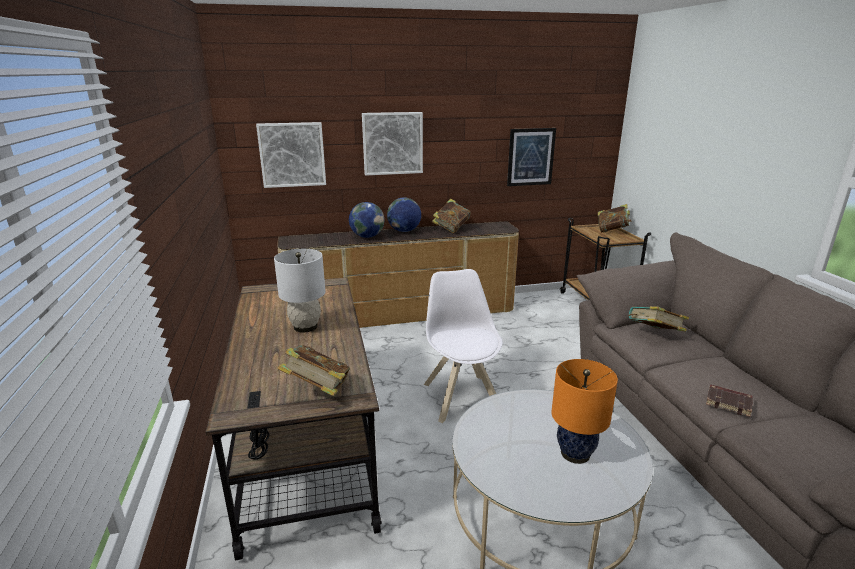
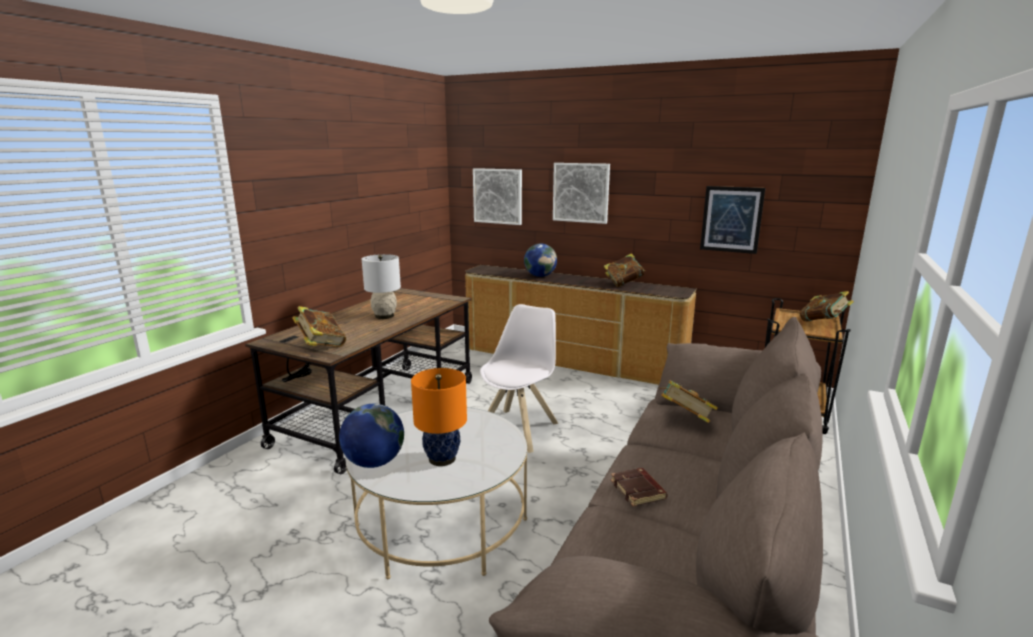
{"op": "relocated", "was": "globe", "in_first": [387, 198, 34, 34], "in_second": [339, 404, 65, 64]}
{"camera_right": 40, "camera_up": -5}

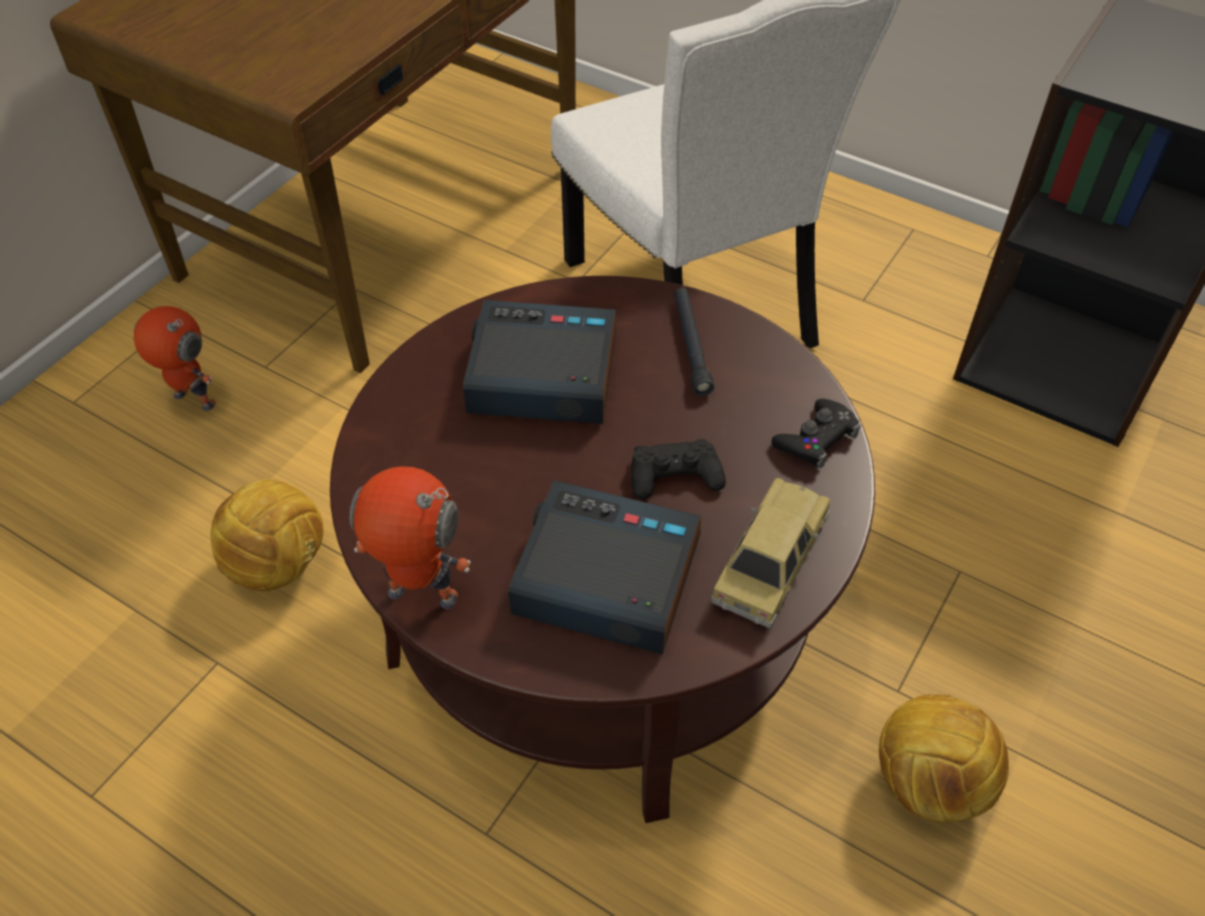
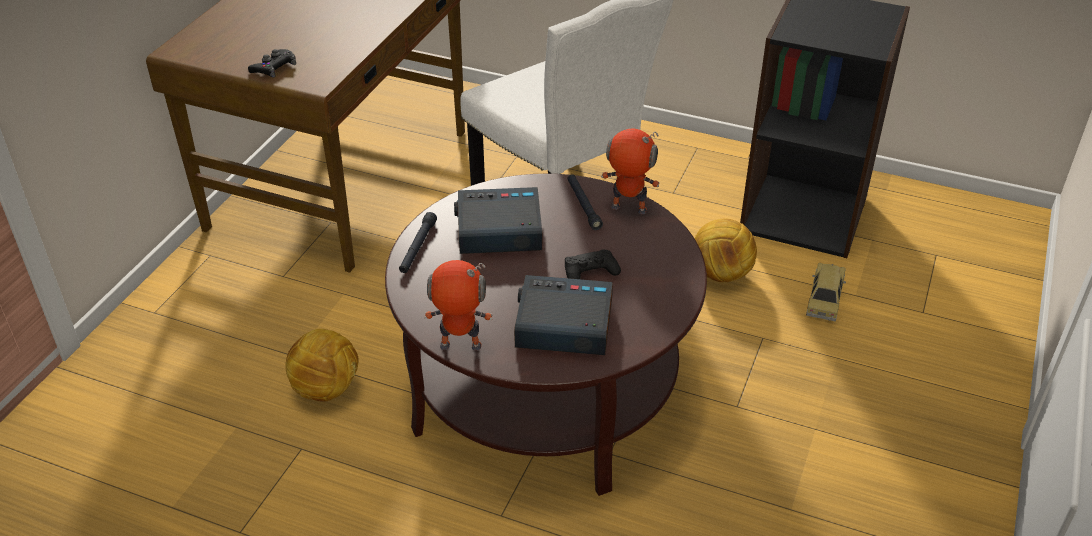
{"op": "relocated", "was": "toy robot", "in_first": [134, 306, 82, 105], "in_second": [601, 128, 59, 86]}
{"op": "relocated", "was": "black game controller", "in_first": [771, 399, 90, 69], "in_second": [248, 49, 48, 29]}
{"op": "relocated", "was": "toy car", "in_first": [711, 478, 119, 150], "in_second": [806, 263, 40, 58]}
{"op": "relocated", "was": "football", "in_first": [879, 694, 130, 129], "in_second": [695, 219, 62, 63]}
{"op": "appeared", "now": "black flashlight", "in_second": [399, 212, 38, 61]}
{"camera_right": -10, "camera_up": -10}

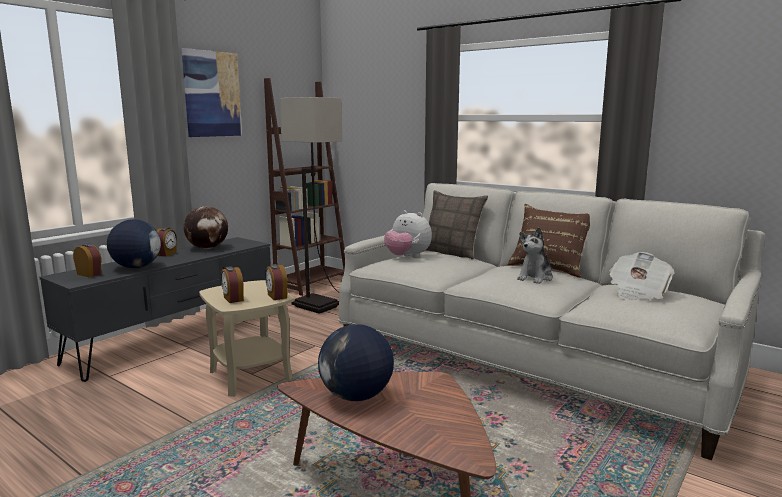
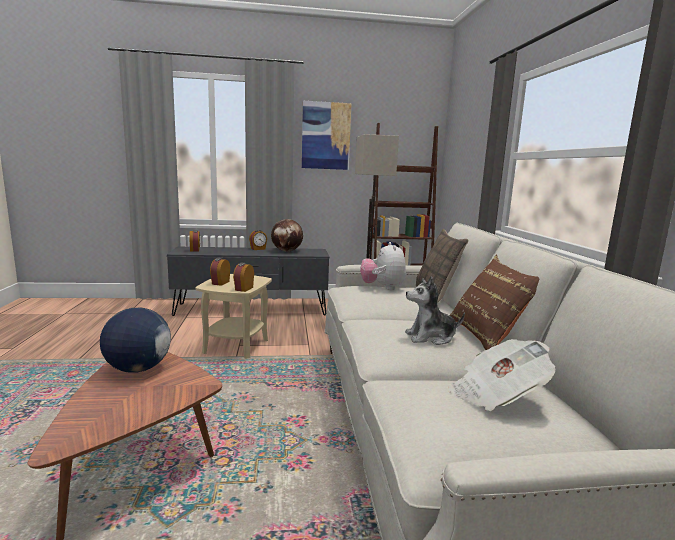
{"op": "missing", "was": "globe", "in_first": [107, 219, 54, 49]}
{"camera_right": 45, "camera_up": 0}

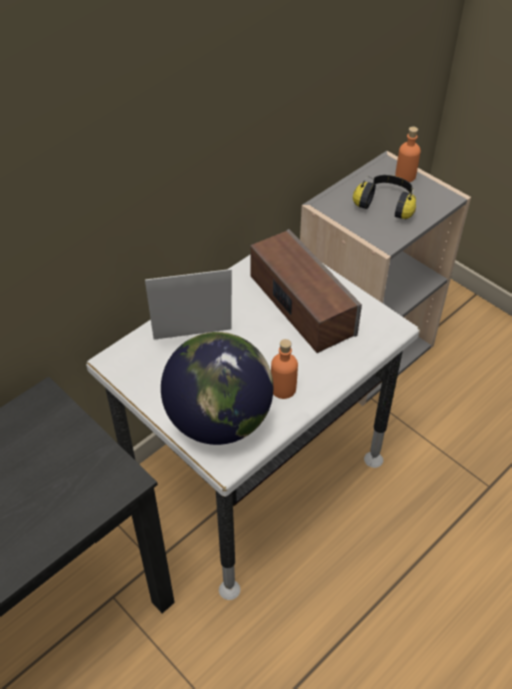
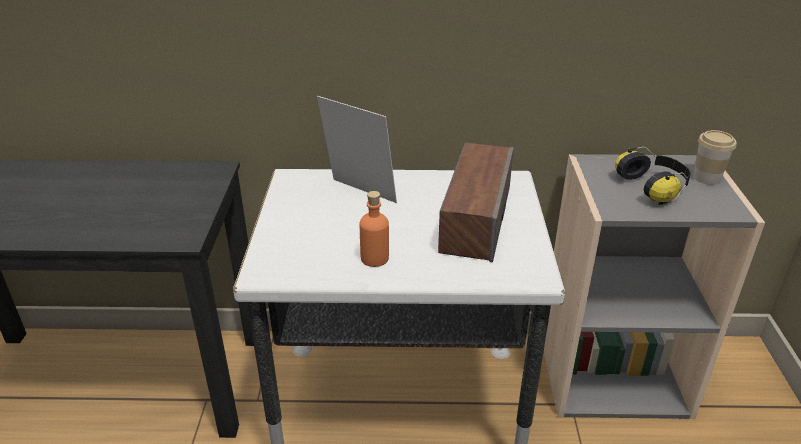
{"op": "exchanged", "was": "orange bottle", "now": "cup", "in_first": [395, 127, 26, 55], "in_second": [693, 130, 44, 55]}
{"op": "missing", "was": "globe", "in_first": [161, 332, 112, 113]}
{"camera_right": 45, "camera_up": -15}

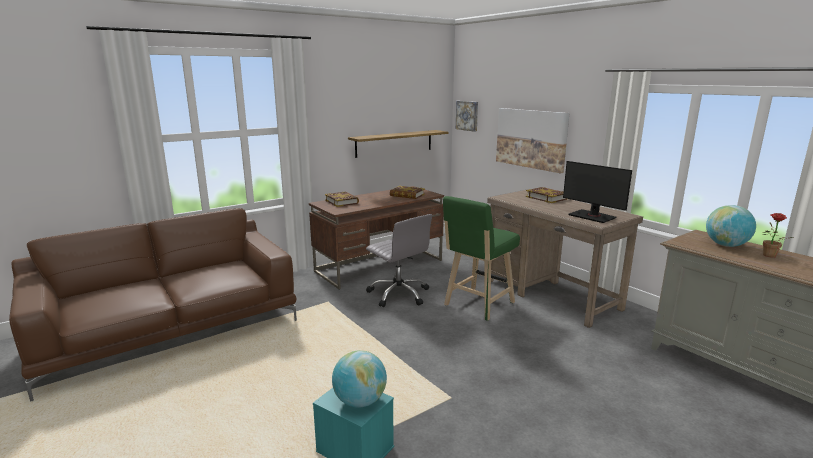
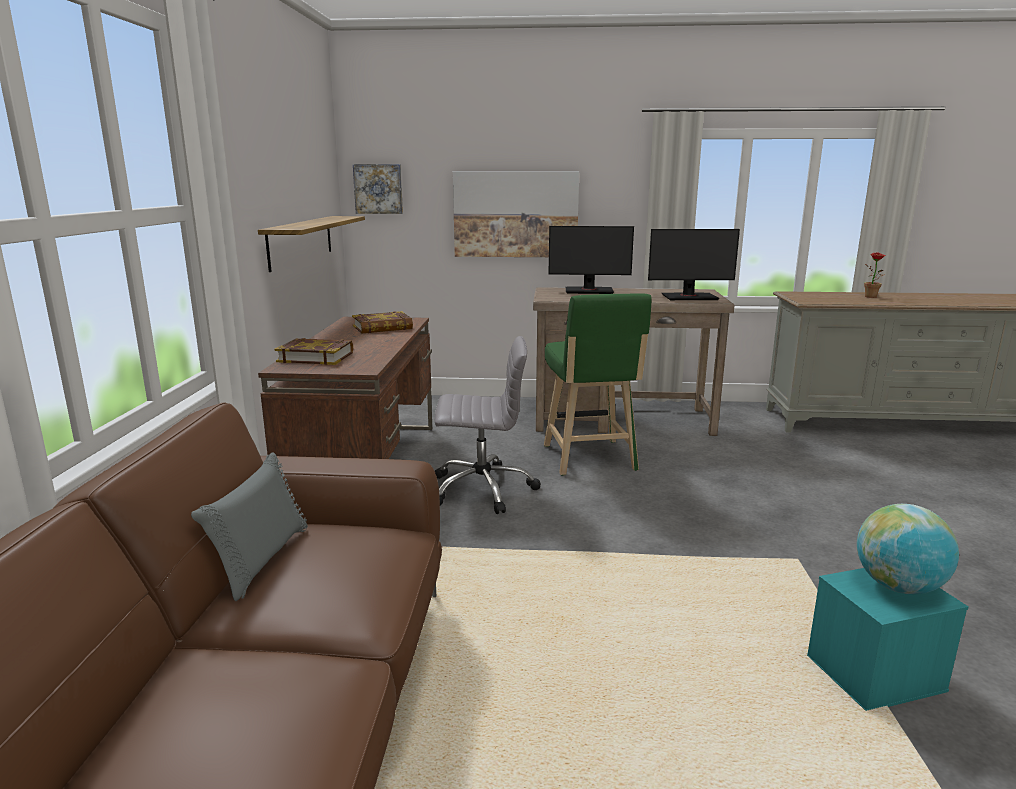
{"op": "exchanged", "was": "book", "now": "monitor", "in_first": [526, 187, 41, 16], "in_second": [548, 226, 86, 68]}
{"op": "missing", "was": "globe", "in_first": [706, 205, 50, 42]}
{"op": "appeared", "now": "grey pillow", "in_second": [191, 452, 117, 149]}
{"camera_right": -50, "camera_up": 0}

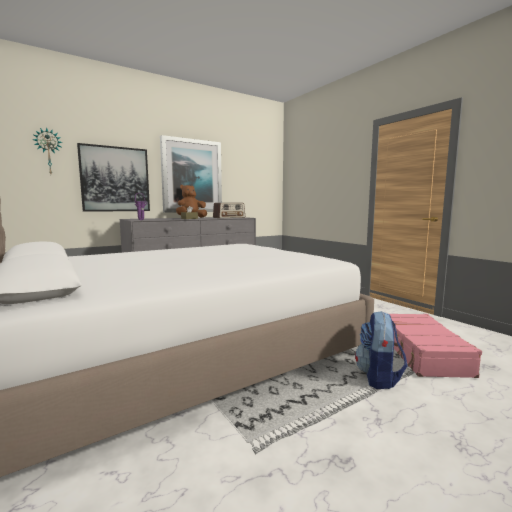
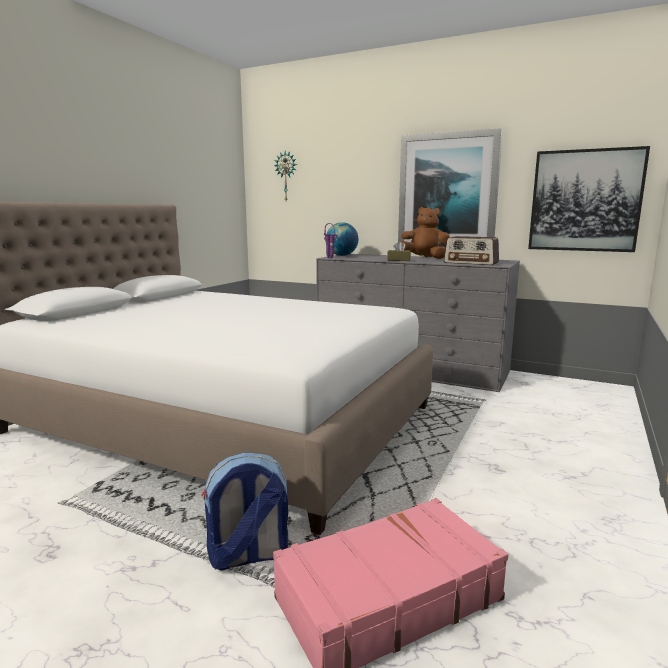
{"op": "relocated", "was": "picture", "in_first": [77, 143, 73, 69], "in_second": [528, 146, 122, 106]}
{"op": "appeared", "now": "globe", "in_second": [327, 222, 31, 34]}
{"camera_right": 60, "camera_up": 5}

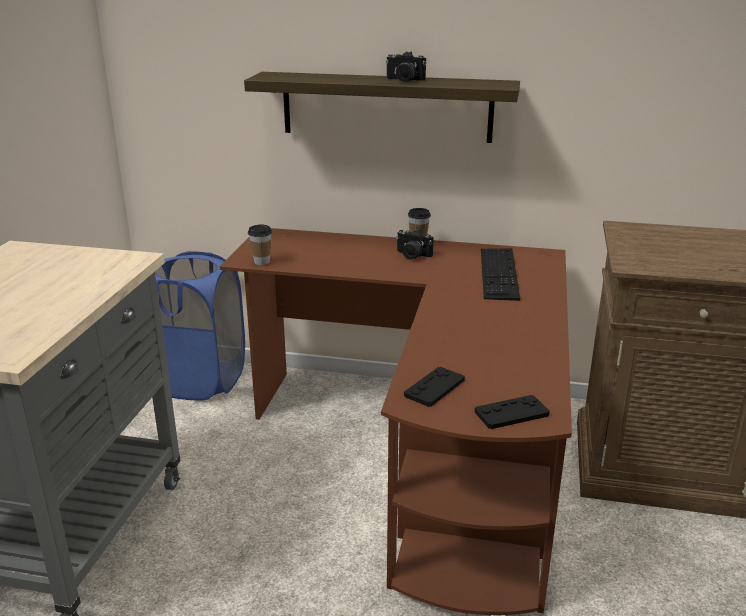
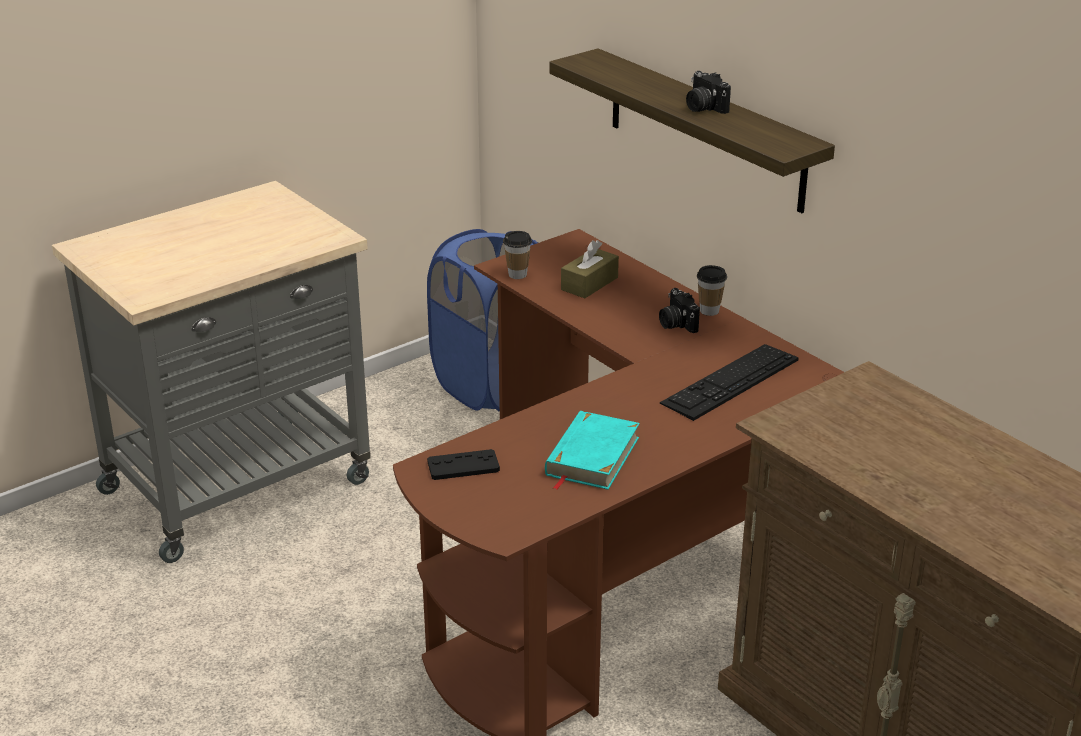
{"op": "missing", "was": "black game controller", "in_first": [475, 395, 75, 34]}
{"op": "appeared", "now": "brown tissue box", "in_second": [561, 240, 58, 58]}
{"op": "appeared", "now": "turquoise book", "in_second": [545, 411, 95, 79]}
{"camera_right": 40, "camera_up": 5}

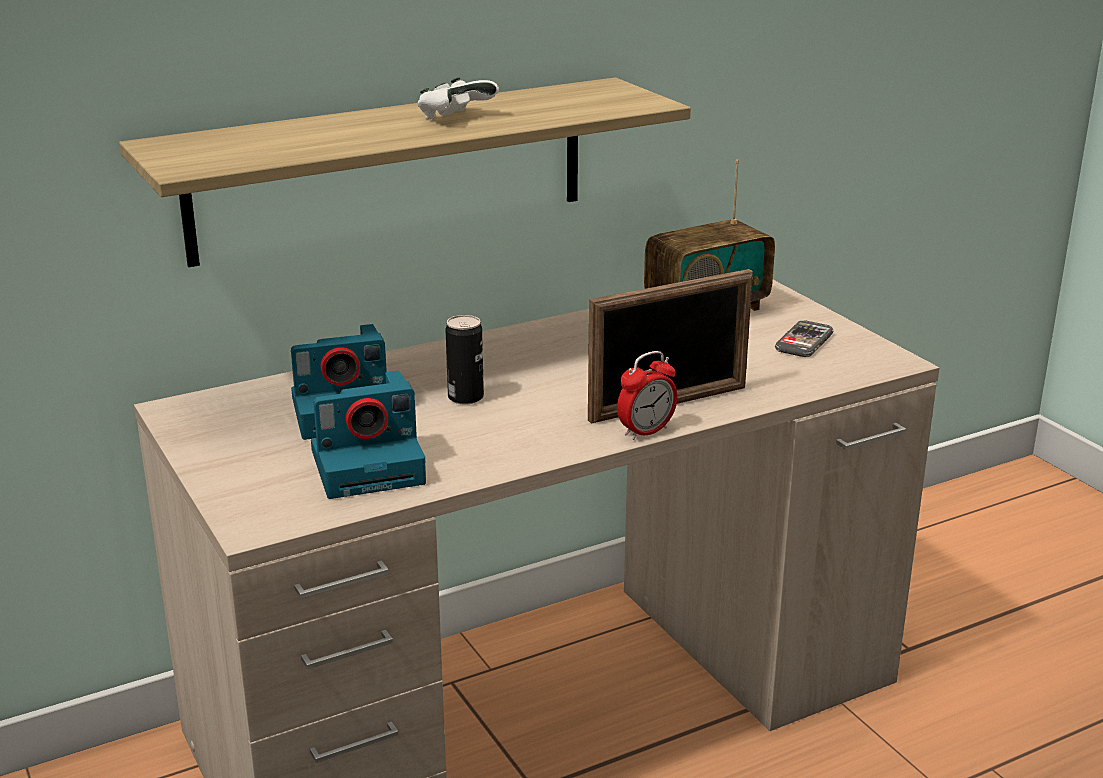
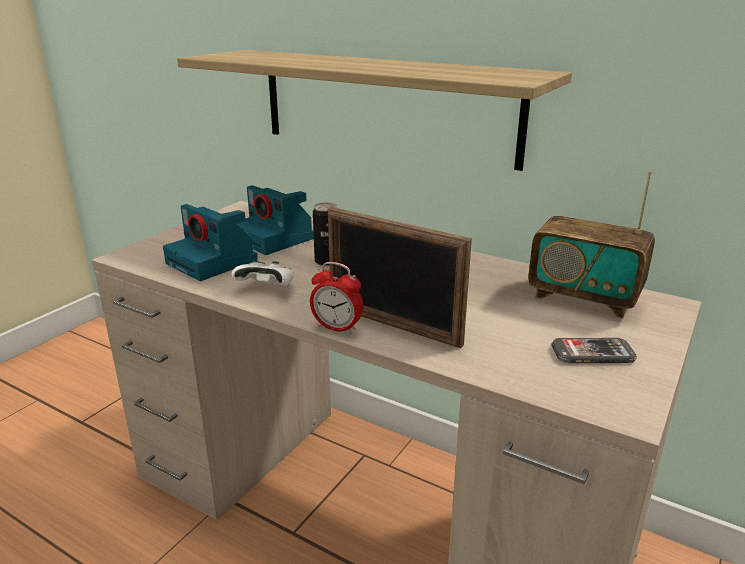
{"op": "relocated", "was": "white game controller", "in_first": [417, 77, 82, 42], "in_second": [231, 261, 63, 25]}
{"camera_right": 60, "camera_up": 0}

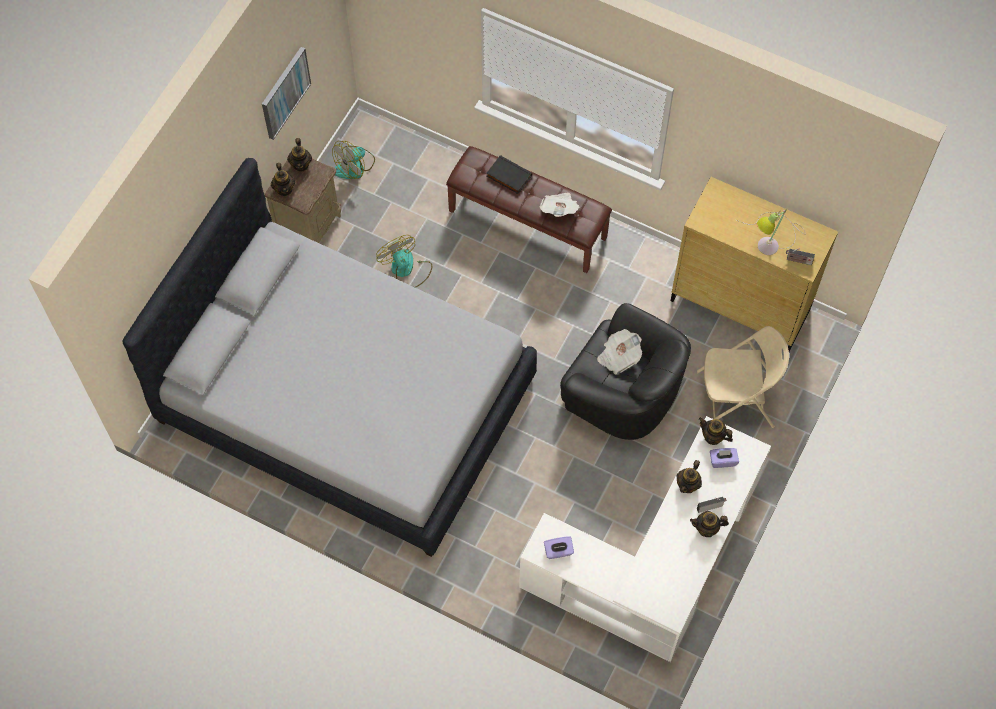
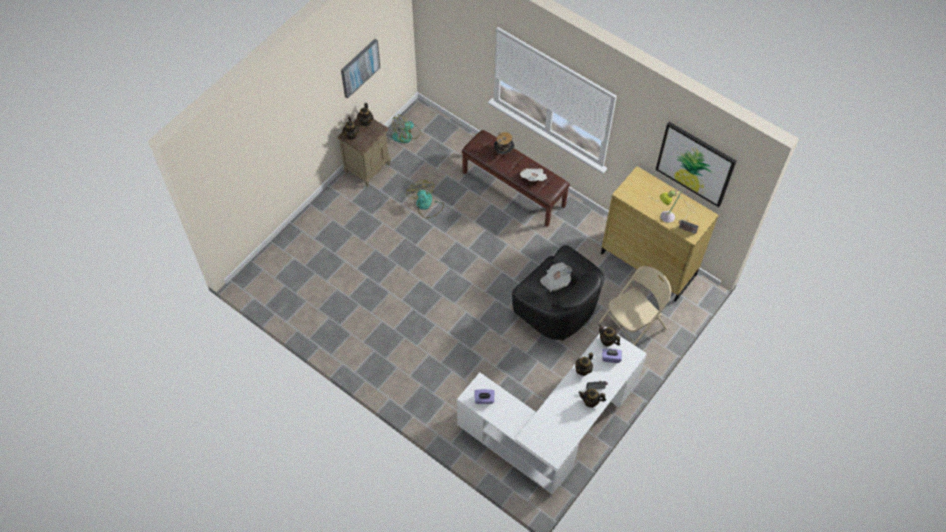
{"op": "exchanged", "was": "black book", "now": "hat", "in_first": [487, 155, 45, 39], "in_second": [494, 132, 20, 22]}
{"op": "missing", "was": "grey bed", "in_first": [123, 158, 414, 399]}
{"op": "spun", "was": "beige chair", "in_first": [697, 326, 92, 102], "in_second": [599, 266, 72, 79], "clockwise": -45}
{"op": "appeared", "now": "picture", "in_second": [655, 122, 82, 85]}
{"camera_right": 10, "camera_up": -5}

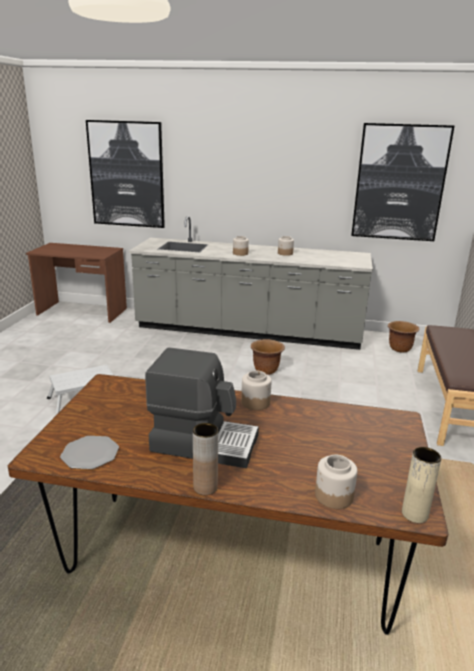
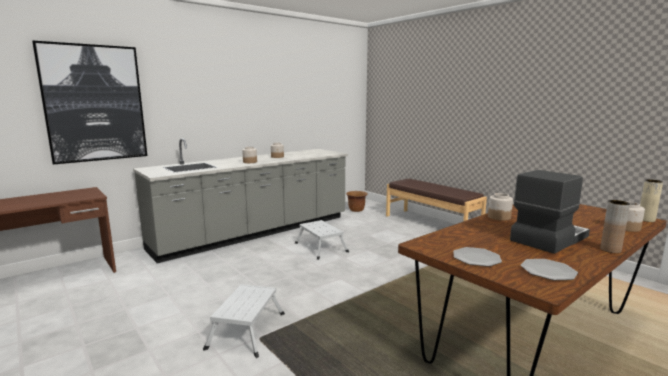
{"op": "missing", "was": "picture", "in_first": [351, 123, 103, 118]}
{"op": "exchanged", "was": "brown planter", "now": "white step ladder", "in_first": [251, 339, 34, 36], "in_second": [295, 220, 54, 40]}
{"op": "appeared", "now": "plate", "in_second": [453, 247, 49, 20]}
{"camera_right": -50, "camera_up": -10}

